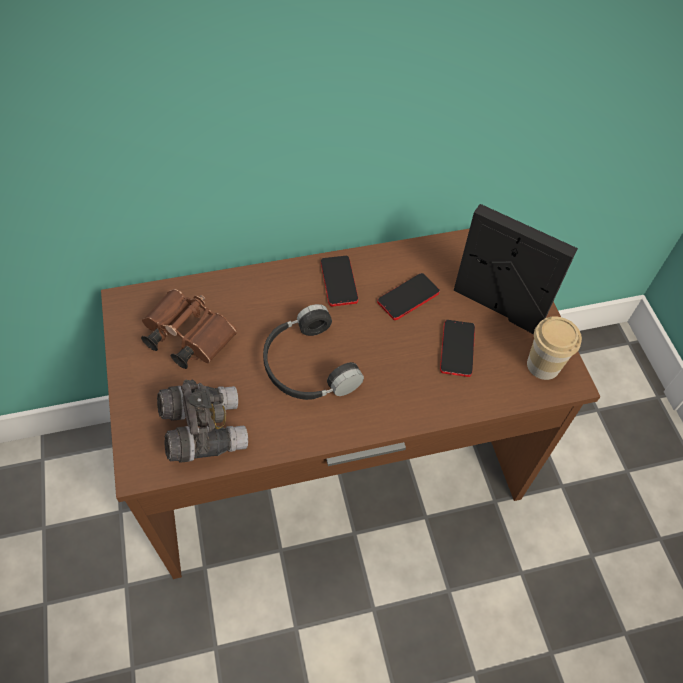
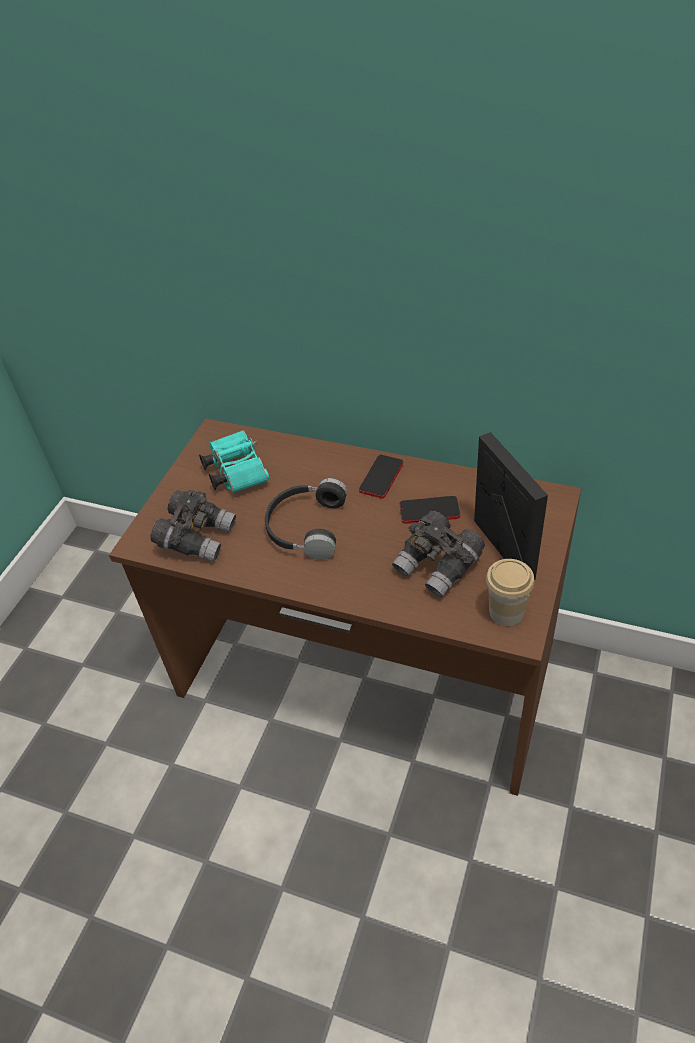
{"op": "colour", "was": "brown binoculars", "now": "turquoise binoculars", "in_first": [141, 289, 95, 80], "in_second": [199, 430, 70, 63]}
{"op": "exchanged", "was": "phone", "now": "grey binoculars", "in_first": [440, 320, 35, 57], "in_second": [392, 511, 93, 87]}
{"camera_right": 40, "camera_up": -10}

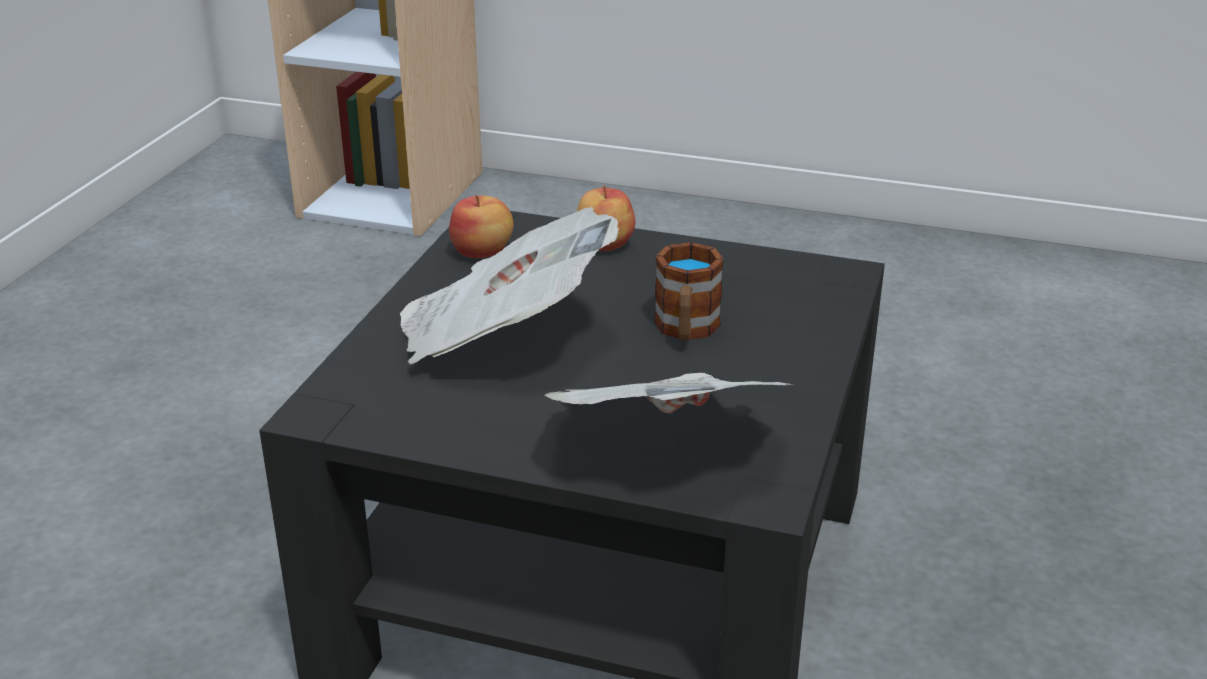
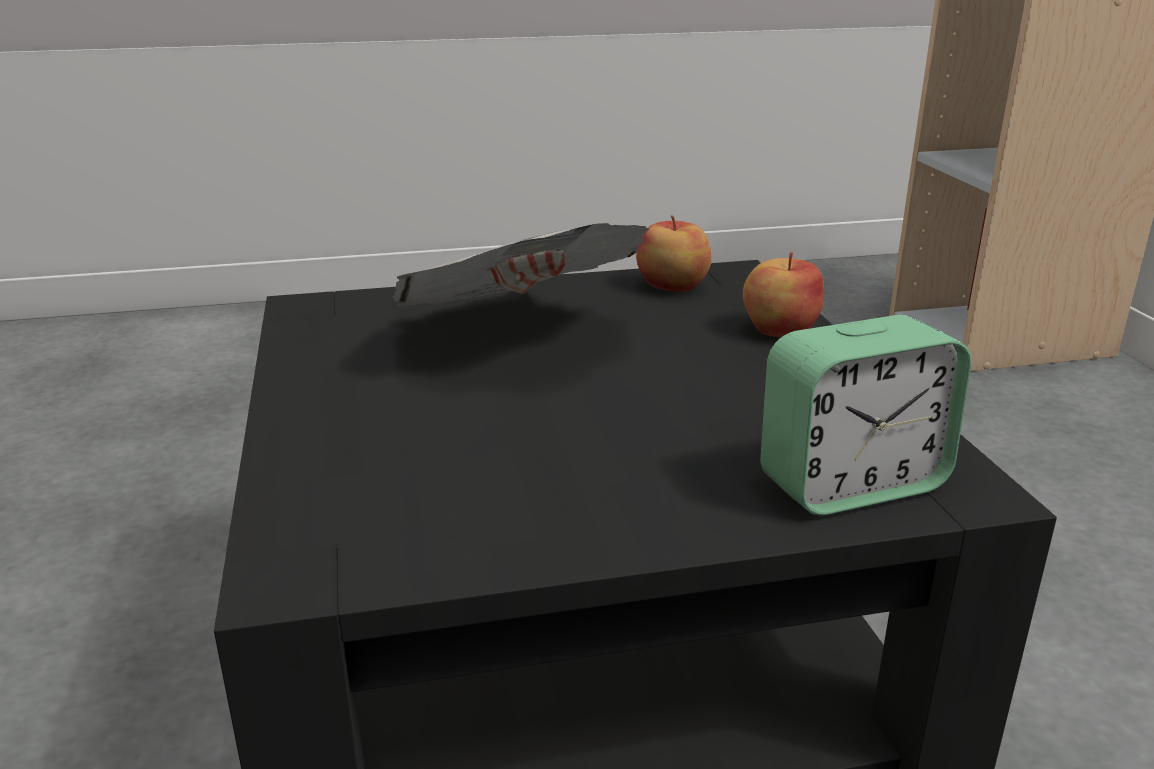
{"op": "missing", "was": "mug", "in_first": [654, 242, 70, 98]}
{"op": "missing", "was": "newspaper", "in_first": [544, 373, 250, 40]}
{"op": "appeared", "now": "alarm clock", "in_second": [760, 315, 212, 201]}
{"camera_right": 60, "camera_up": -5}

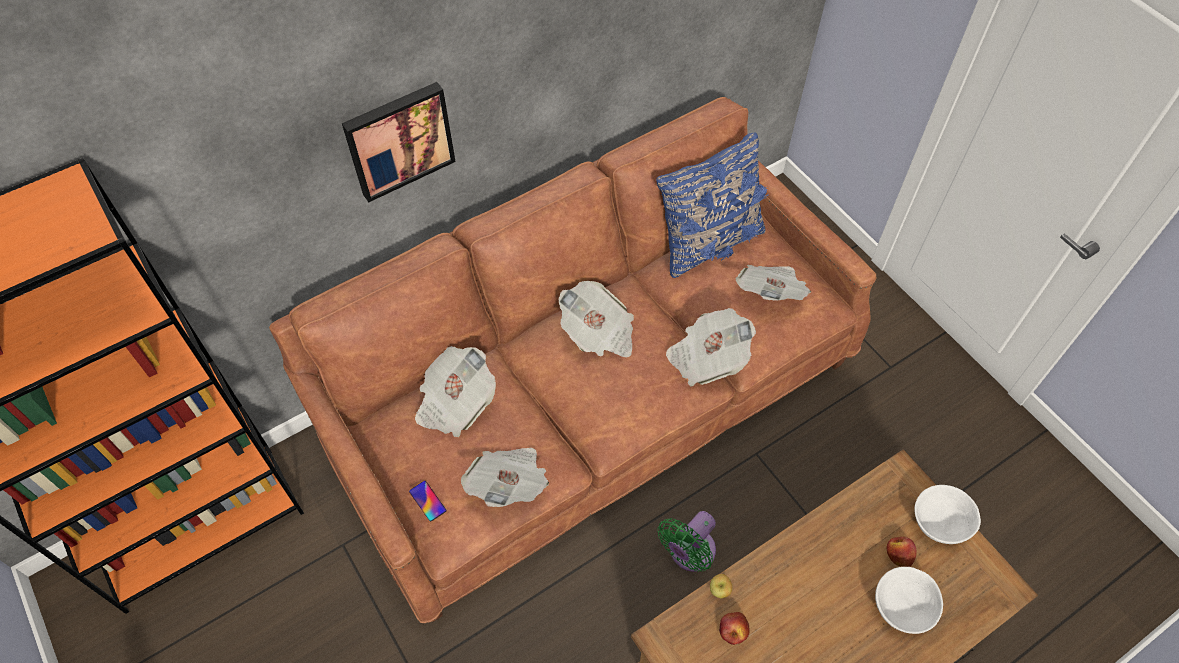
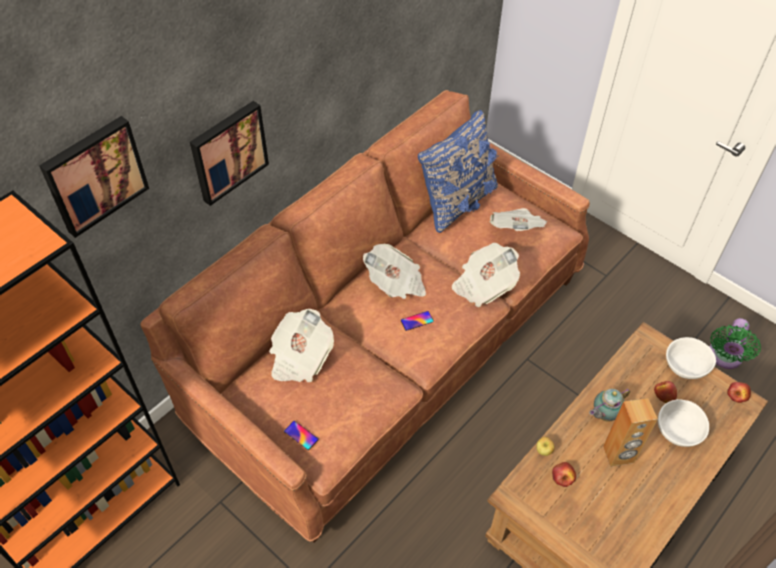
{"op": "missing", "was": "newspaper", "in_first": [461, 447, 88, 60]}
{"op": "relocated", "was": "green fan", "in_first": [657, 511, 59, 61], "in_second": [710, 318, 51, 51]}
{"op": "appeared", "now": "picture", "in_second": [39, 116, 110, 122]}
{"op": "appeared", "now": "phone", "in_second": [401, 311, 33, 20]}
{"op": "appeared", "now": "apple", "in_second": [727, 382, 24, 21]}
{"op": "appeared", "now": "teapot", "in_second": [589, 388, 41, 34]}
{"op": "appeared", "now": "brown speaker", "in_second": [603, 398, 55, 69]}
{"camera_right": -15, "camera_up": -5}

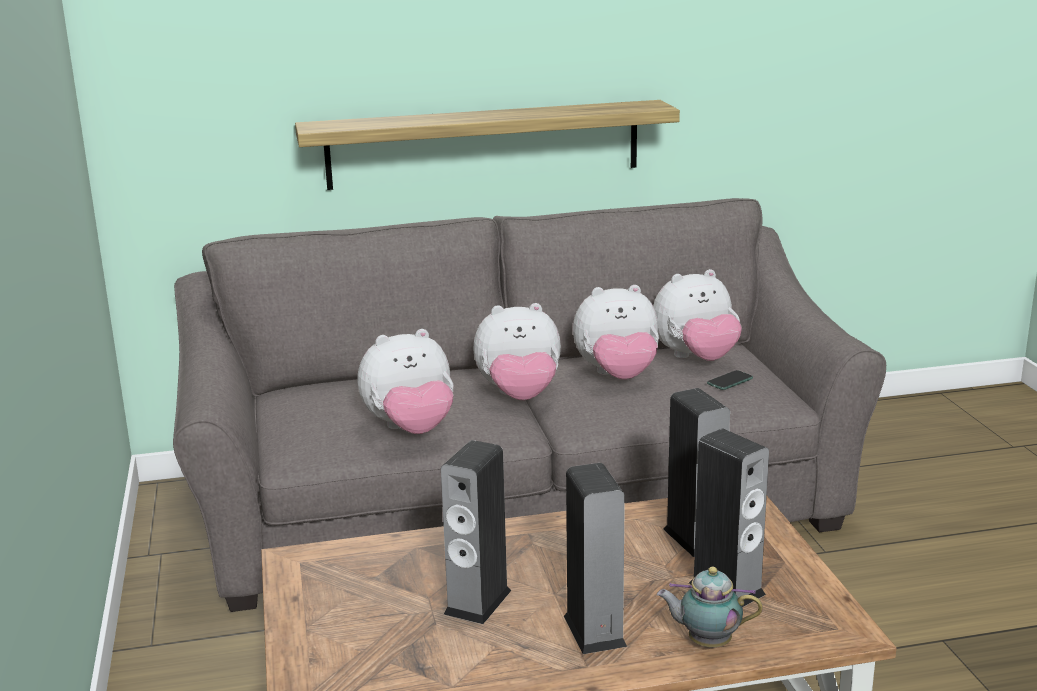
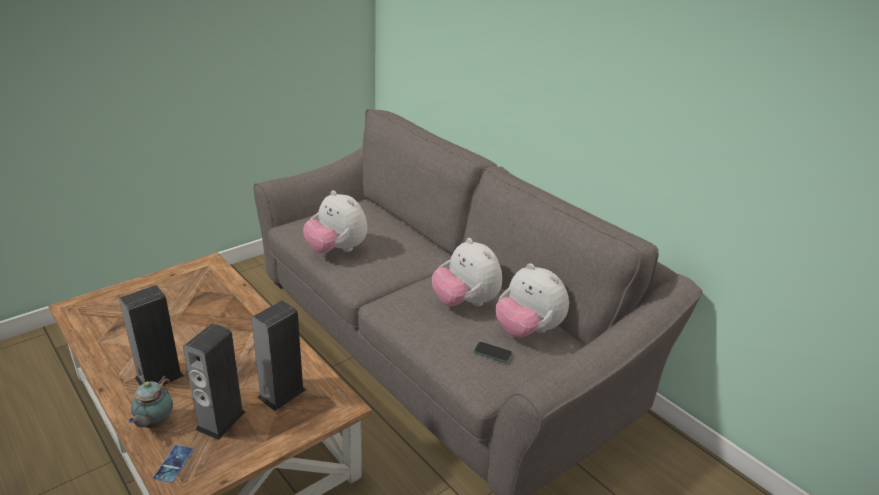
{"op": "missing", "was": "shelf", "in_first": [295, 100, 385, 90]}
{"op": "missing", "was": "plush toy", "in_first": [473, 303, 88, 97]}
{"op": "missing", "was": "speaker", "in_first": [441, 440, 70, 184]}
{"op": "spun", "was": "teapot", "in_first": [657, 567, 106, 80], "in_second": [128, 376, 45, 52], "clockwise": -150}
{"op": "appeared", "now": "phone", "in_second": [153, 445, 40, 38]}
{"camera_right": 60, "camera_up": 10}

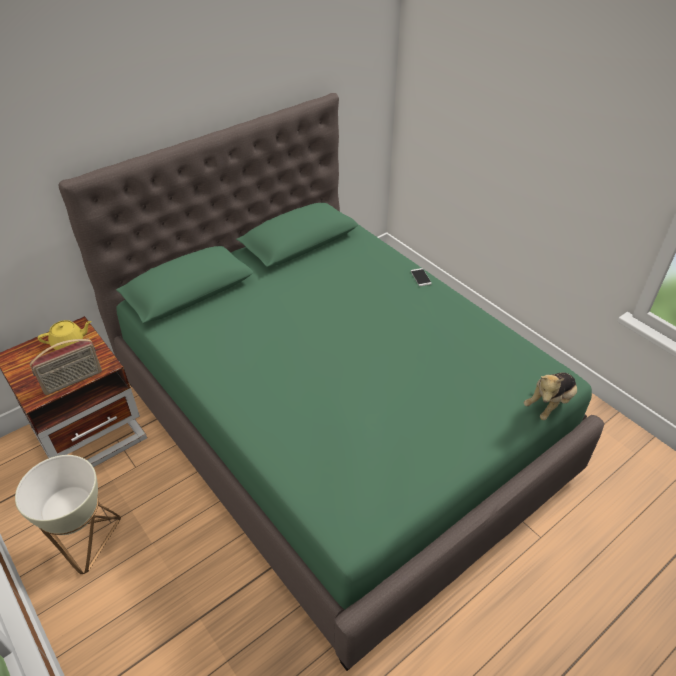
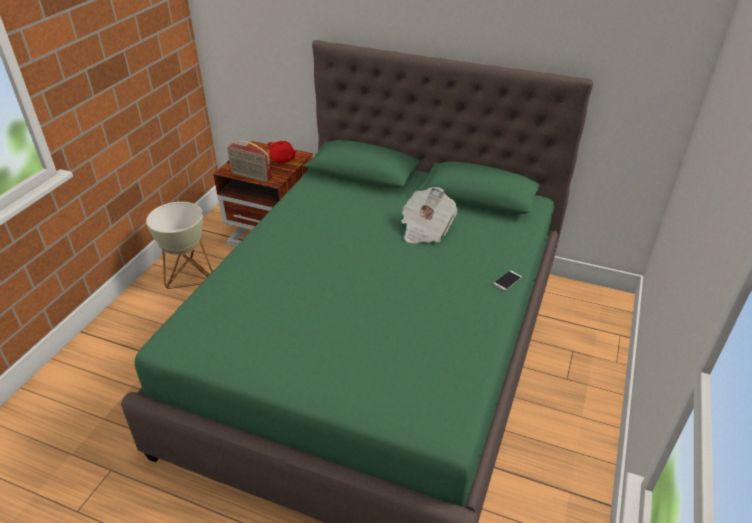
{"op": "colour", "was": "yellow teapot", "now": "red teapot", "in_first": [38, 320, 54, 30], "in_second": [268, 141, 29, 22]}
{"op": "missing", "was": "plush toy", "in_first": [524, 372, 53, 48]}
{"op": "appeared", "now": "newspaper", "in_second": [401, 187, 56, 56]}
{"camera_right": 60, "camera_up": -5}

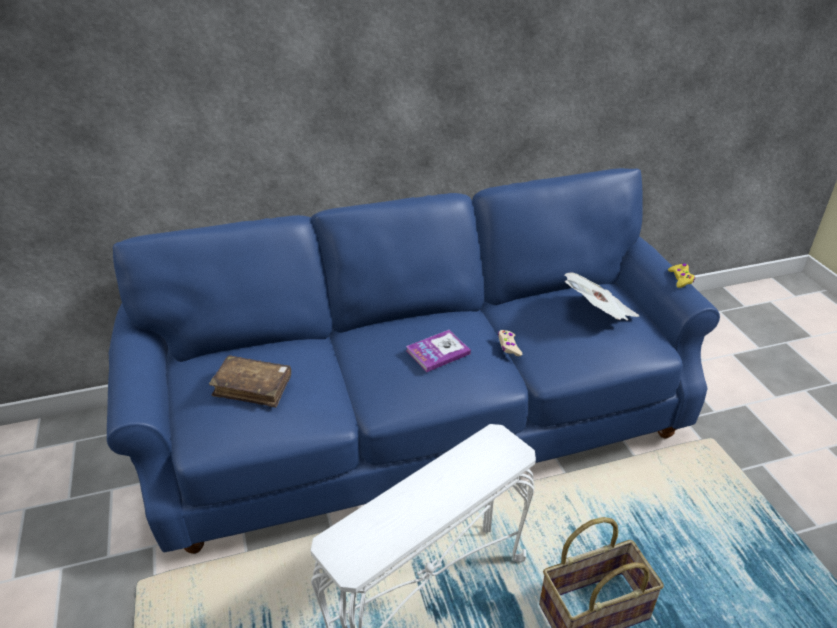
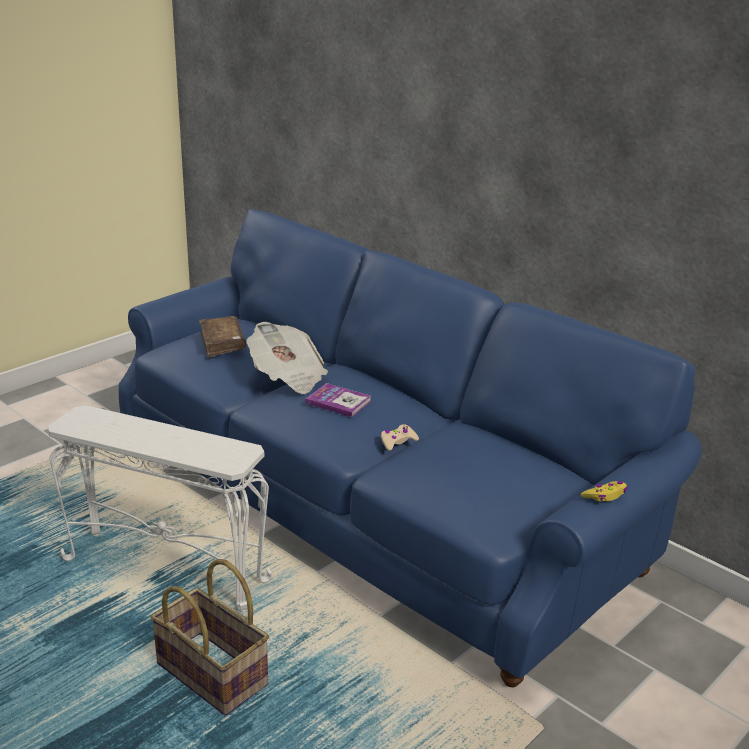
{"op": "relocated", "was": "newspaper", "in_first": [565, 273, 74, 47], "in_second": [246, 322, 82, 72]}
{"camera_right": 60, "camera_up": -10}

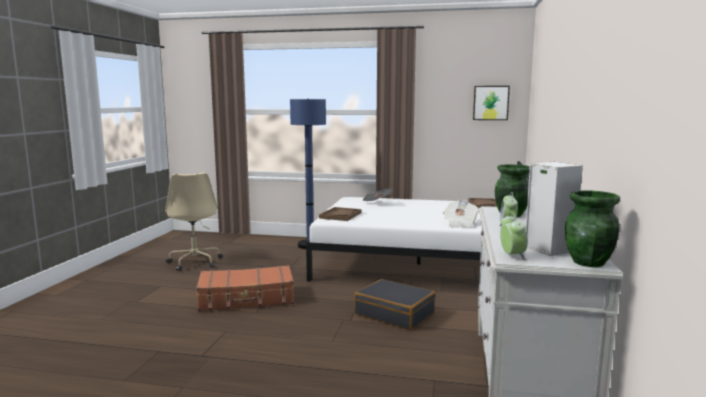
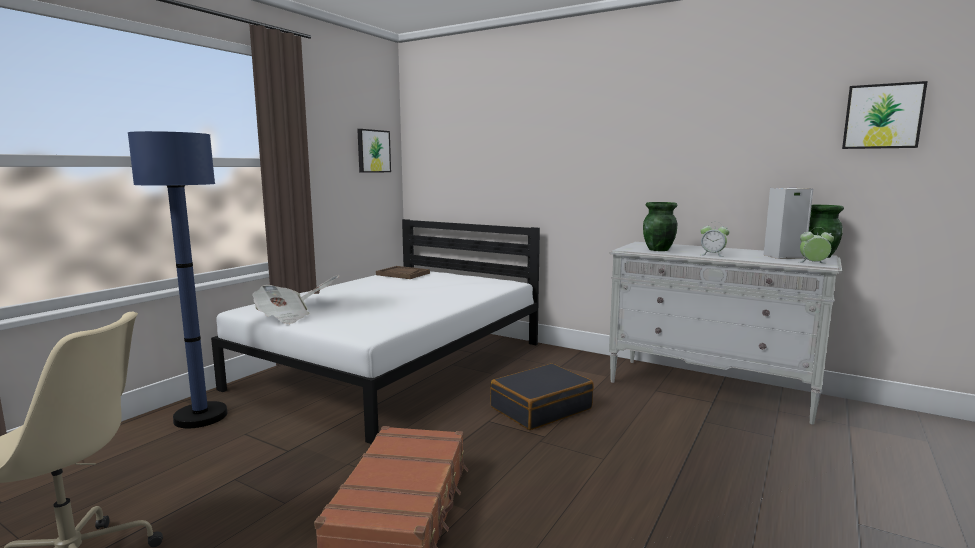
{"op": "relocated", "was": "newspaper", "in_first": [443, 200, 36, 28], "in_second": [252, 285, 58, 39]}
{"op": "missing", "was": "brown tray", "in_first": [319, 207, 43, 14]}
{"op": "appeared", "now": "picture", "in_second": [842, 81, 86, 68]}
{"camera_right": -70, "camera_up": 0}

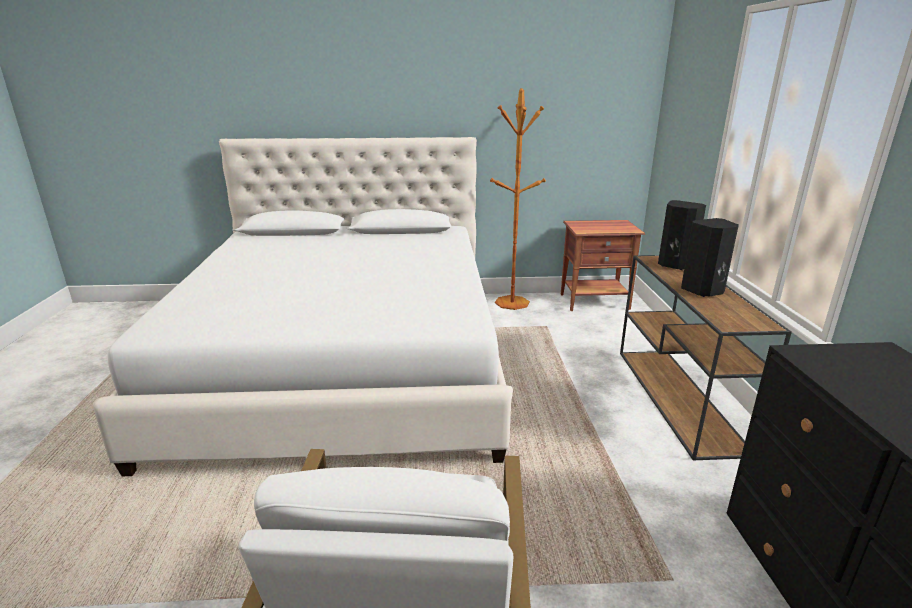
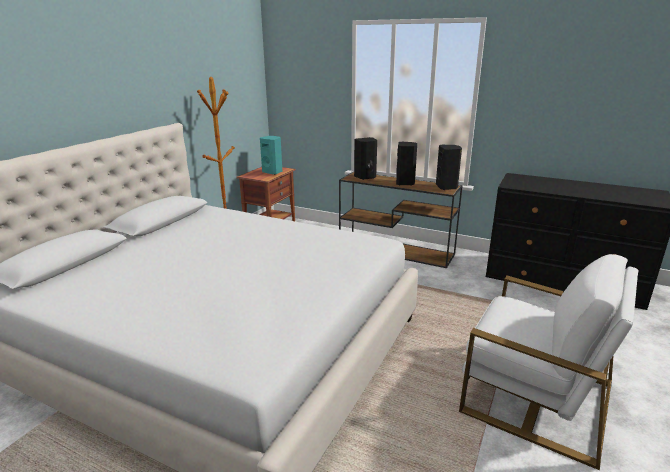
{"op": "appeared", "now": "turquoise speaker", "in_second": [260, 136, 22, 39]}
{"op": "appeared", "now": "black speaker", "in_second": [436, 145, 26, 45]}
{"camera_right": -60, "camera_up": 0}

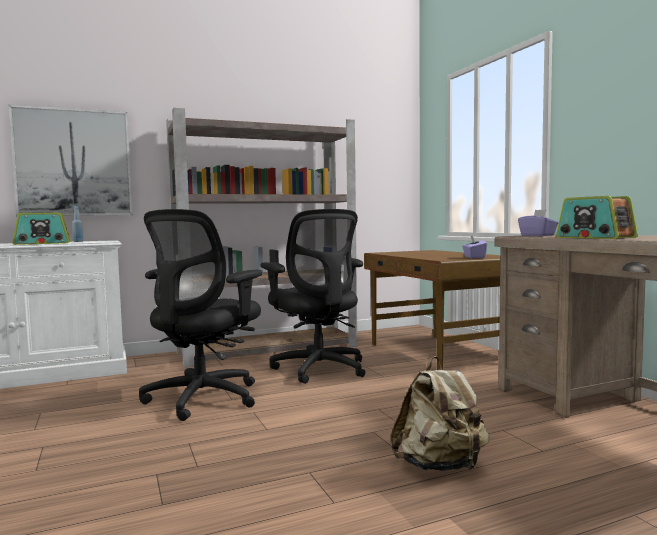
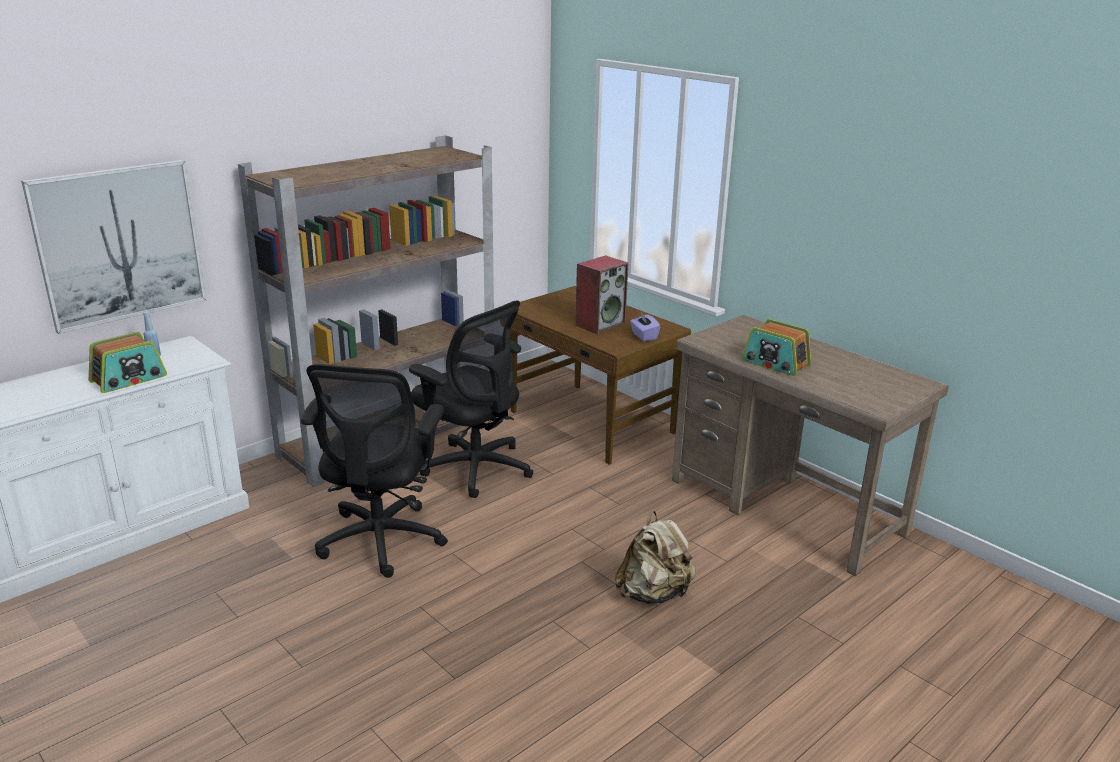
{"op": "missing", "was": "purple tissue box", "in_first": [518, 209, 40, 27]}
{"op": "appeared", "now": "speaker", "in_second": [575, 255, 53, 79]}
{"camera_right": -20, "camera_up": 20}

